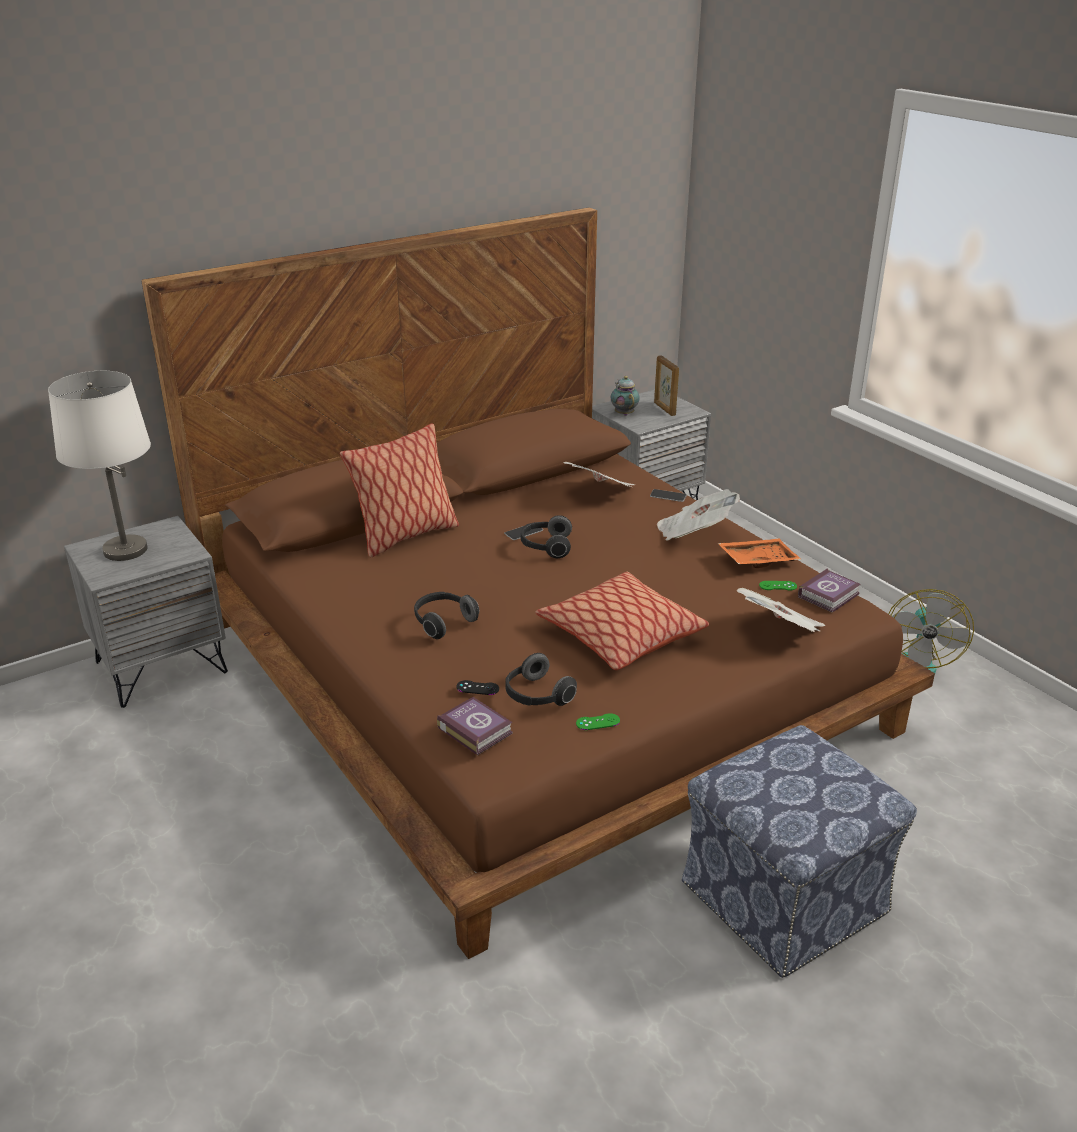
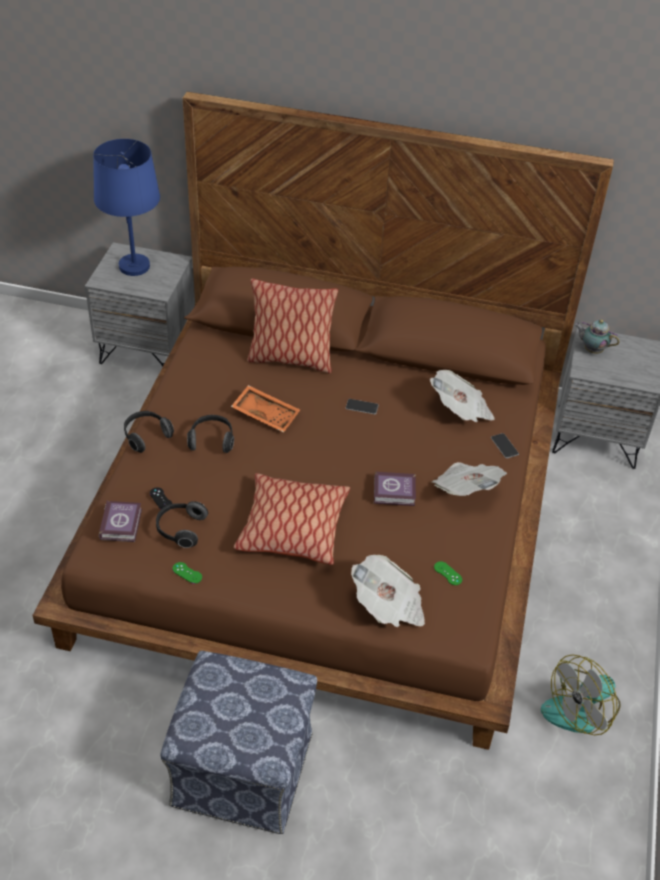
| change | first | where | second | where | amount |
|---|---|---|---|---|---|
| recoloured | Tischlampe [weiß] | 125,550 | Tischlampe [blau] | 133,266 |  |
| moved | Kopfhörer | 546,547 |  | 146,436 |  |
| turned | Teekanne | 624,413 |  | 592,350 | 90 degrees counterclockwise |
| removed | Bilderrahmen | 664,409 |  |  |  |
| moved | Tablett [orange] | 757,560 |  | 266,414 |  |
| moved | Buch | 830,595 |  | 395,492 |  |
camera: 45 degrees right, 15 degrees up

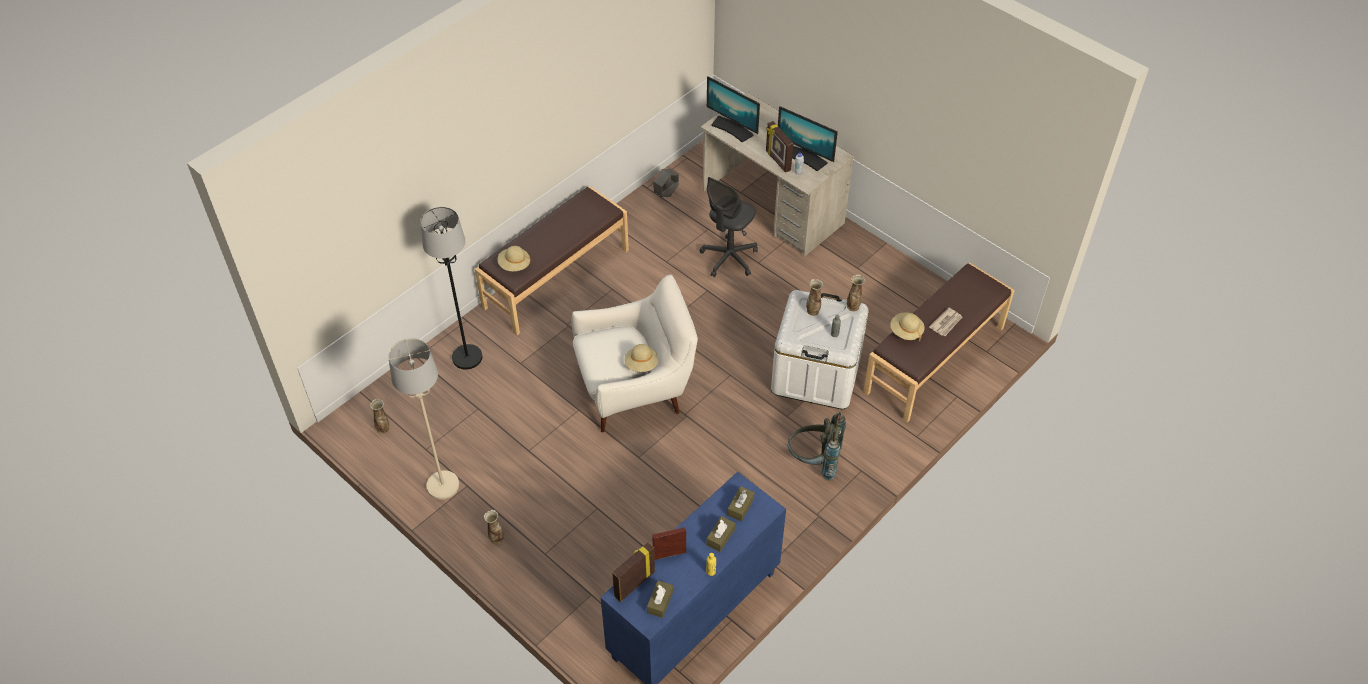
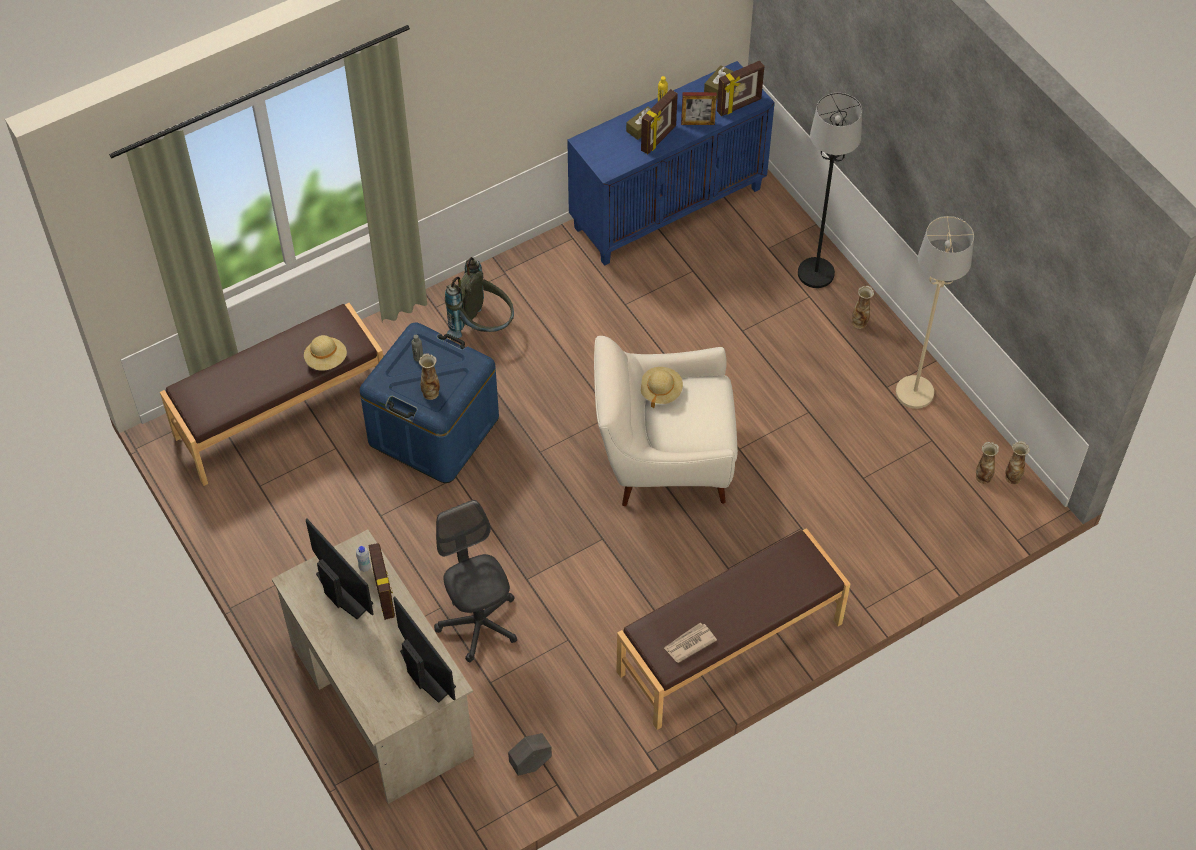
| change | first | where | second | where | amount |
|---|---|---|---|---|---|
| moved | Stehlampe [schwarz] | 467,357 |  | 816,274 |  |
| removed | Hut [beige] | 514,265 |  |  |  |
| turned | Bürostuhl [grau] | 729,258 |  | 478,623 | 75 degrees counterclockwise |
| removed | Taschentuchbox [braun] | 740,507 |  |  |  |
| recoloured | Aufbewahrungsbox [weiß] | 816,373 | Aufbewahrungsbox [blau] | 434,430 |  |
| moved | Vase | 853,307 |  | 1012,477 |  |
| moved | Zeitung | 946,323 |  | 689,643 |  |
| added |  |  | Bilderrahmen | 659,139 |  |
camera: 165 degrees left, 5 degrees up

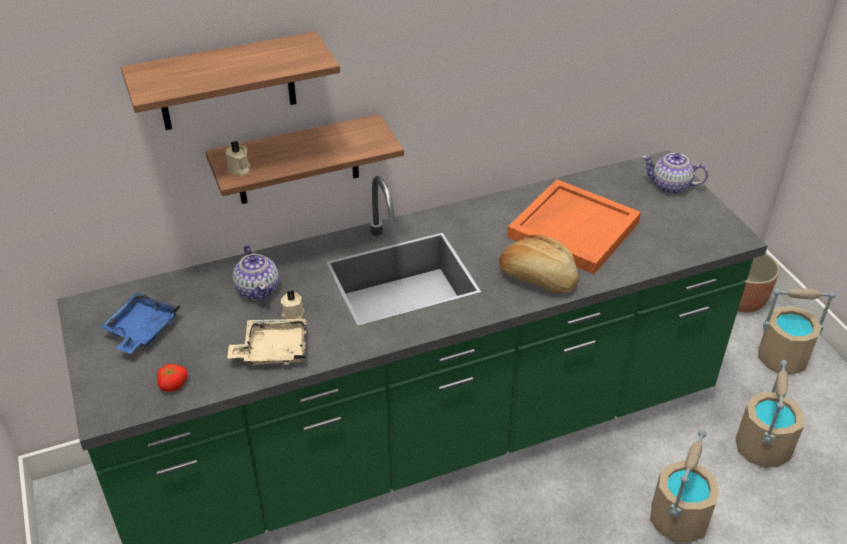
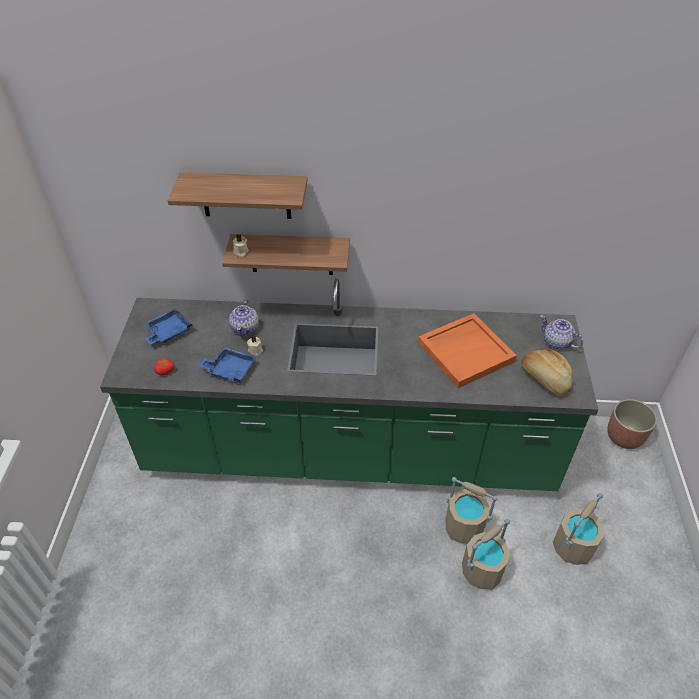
| change | first | where | second | where | amount |
|---|---|---|---|---|---|
| recoloured | Tablett [beige] | 273,350 | Tablett [blau] | 230,369 |  |
| moved | Brot | 538,278 |  | 544,379 |  |
| moved | Eimer [beige] | 782,358 |  | 464,527 |  |
camera: 25 degrees right, 5 degrees up

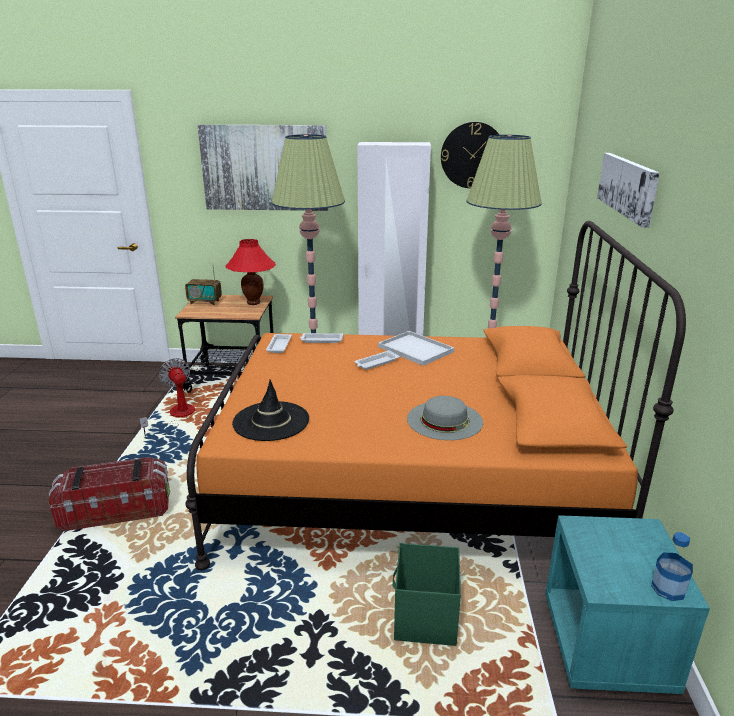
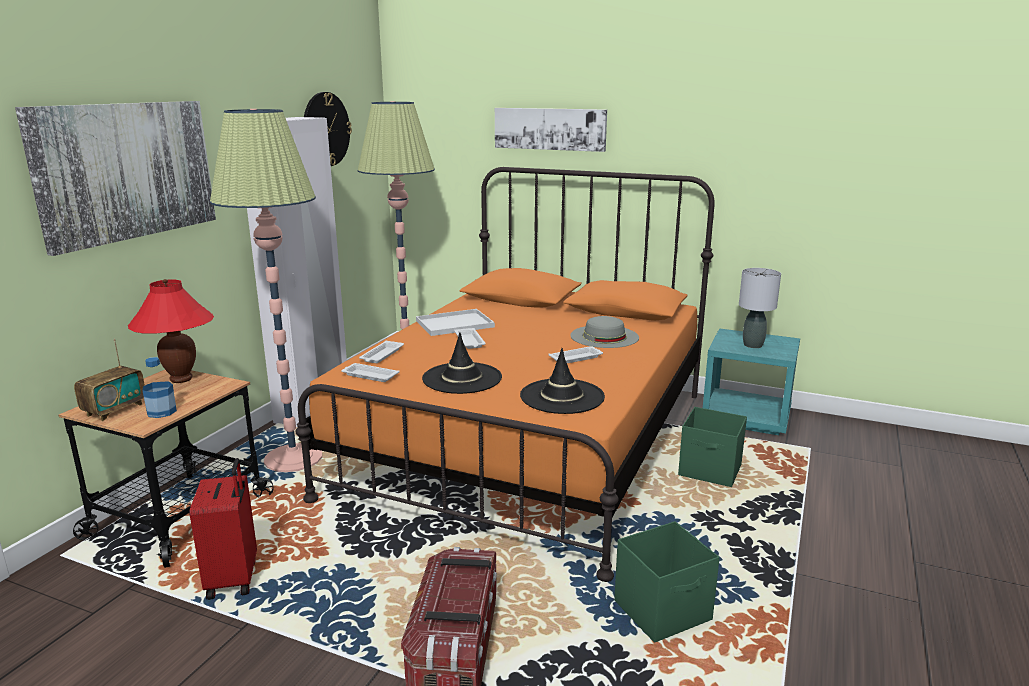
| change | first | where | second | where | amount |
|---|---|---|---|---|---|
| replaced | Ventilator | 176,416 | Koffer [rot] | 234,579 |  |
| moved | Flasche | 668,588 |  | 161,412 |  |
| added |  |  | Hut [schwarz] | 462,378 |  |
| added |  |  | Tablett [weiß] | 576,358 |  |
| added |  |  | Aufbewahrungsbox [grün] | 663,611 |  |
| added |  |  | Tischlampe [grau] | 752,345 |  |
camera: 70 degrees left, 5 degrees down

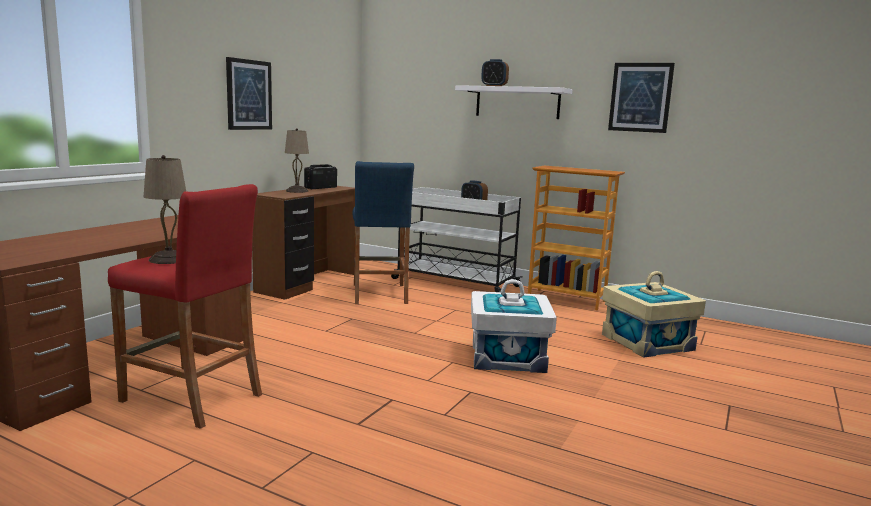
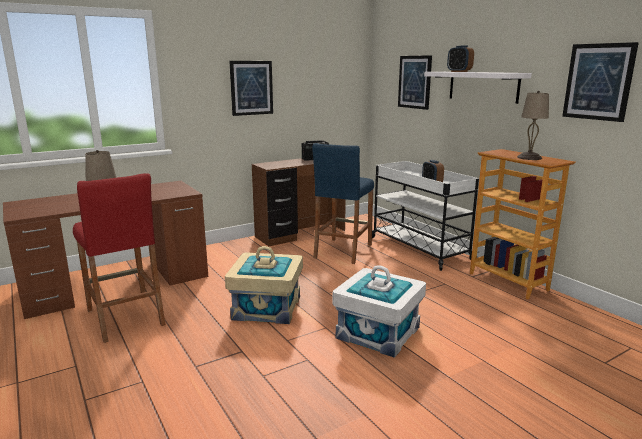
| change | first | where | second | where | amount |
|---|---|---|---|---|---|
| moved | Tischlampe [beige] | 297,191 |  | 529,158 |  |
| moved | Aufbewahrungsbox [beige] | 647,342 |  | 267,307 |  |
| added |  |  | Bild | 415,82 |  |
camera: 30 degrees right, 5 degrees up

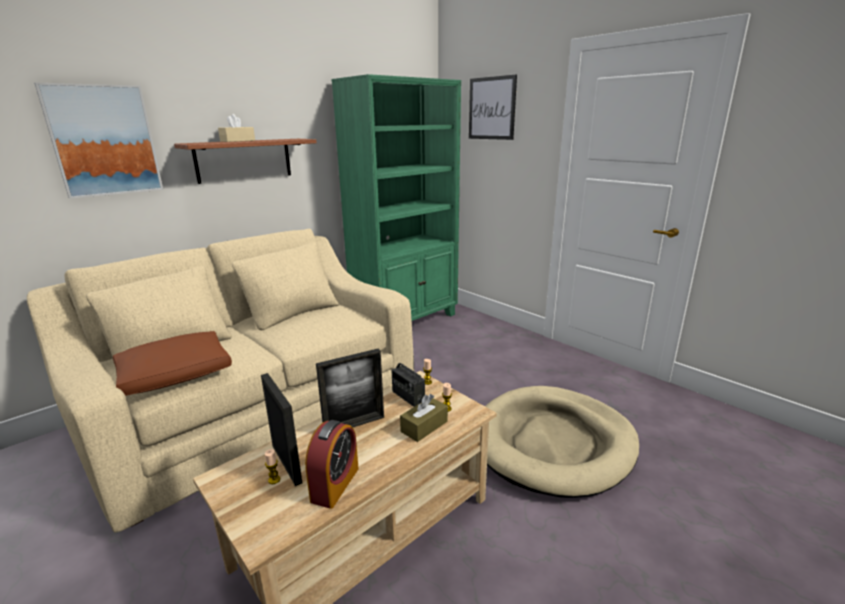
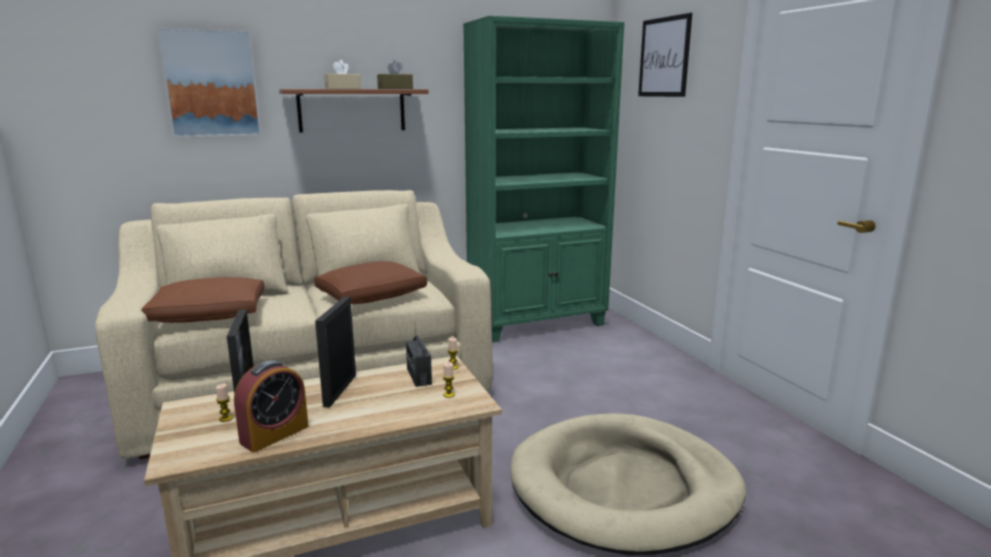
| change | first | where | second | where | amount |
|---|---|---|---|---|---|
| turned | Bilderrahmen | 354,425 |  | 340,390 | 105 degrees clockwise |
| moved | Taschentuchbox [braun] | 424,426 |  | 395,89 |  |
| added |  |  | Kissen [braun] | 372,296 |  |
camera: 20 degrees right, 5 degrees down

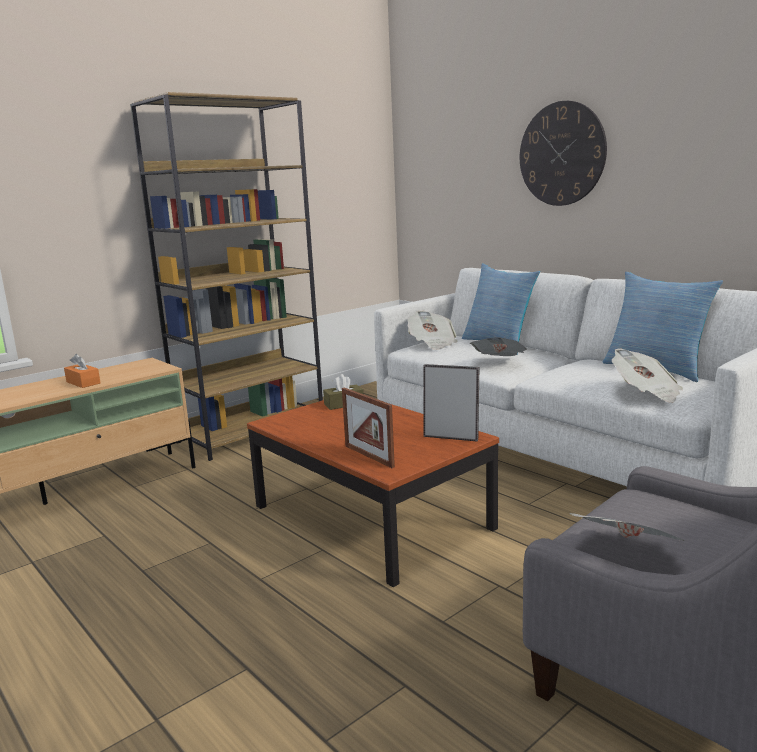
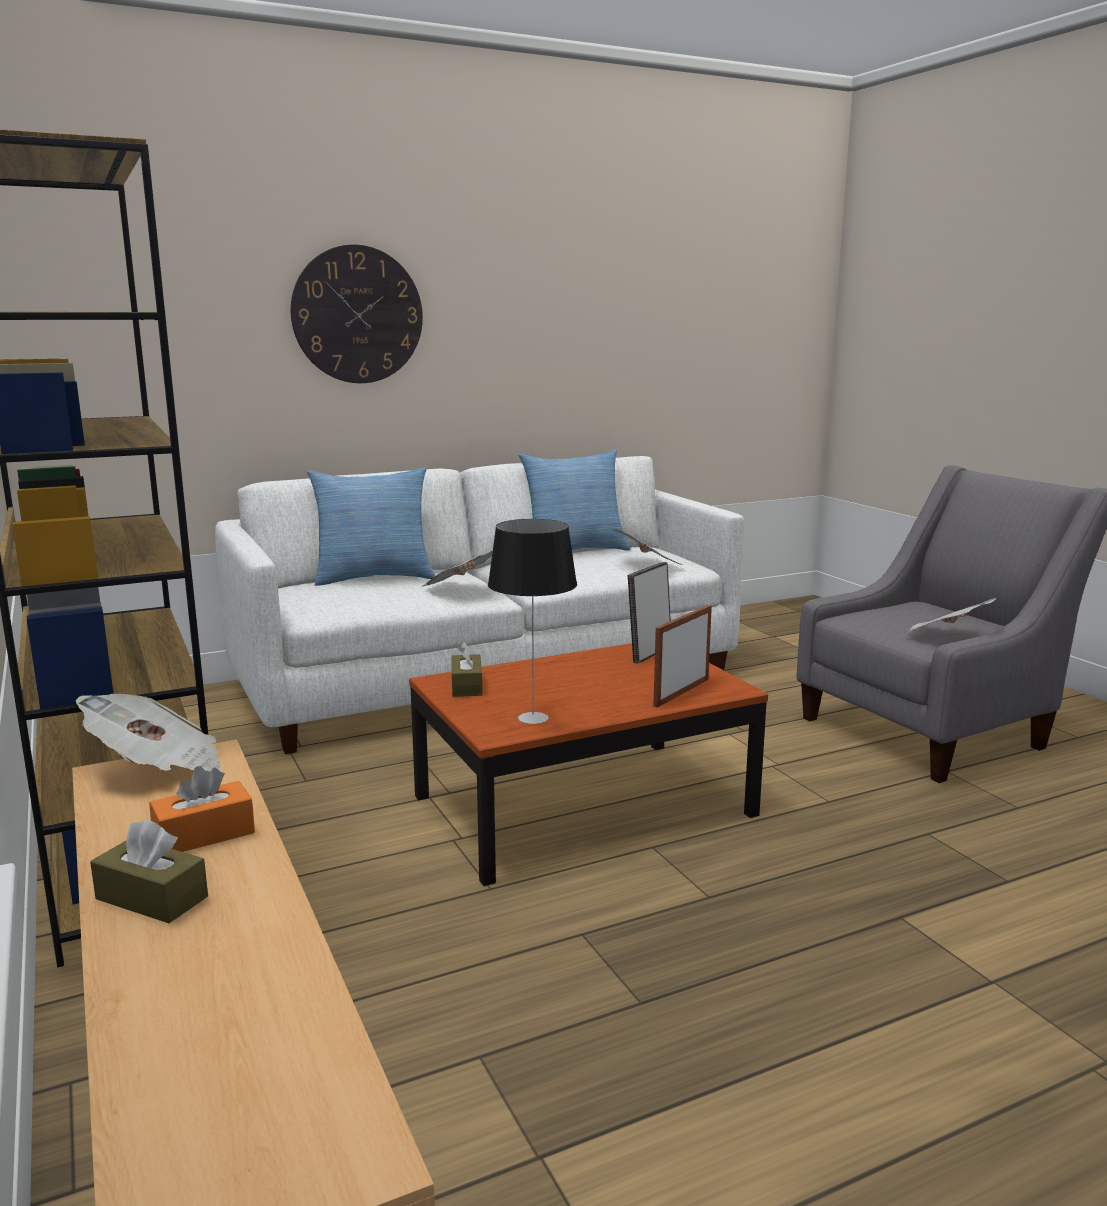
| change | first | where | second | where | amount |
|---|---|---|---|---|---|
| turned | Bilderrahmen | 369,456 |  | 681,692 | 150 degrees clockwise |
| moved | Zeitung | 432,343 |  | 159,767 |  |
| added |  |  | Taschentuchbox [braun] | 152,898 |  |
| added |  |  | Tischlampe | 534,718 |  |
camera: 75 degrees left, 0 degrees up

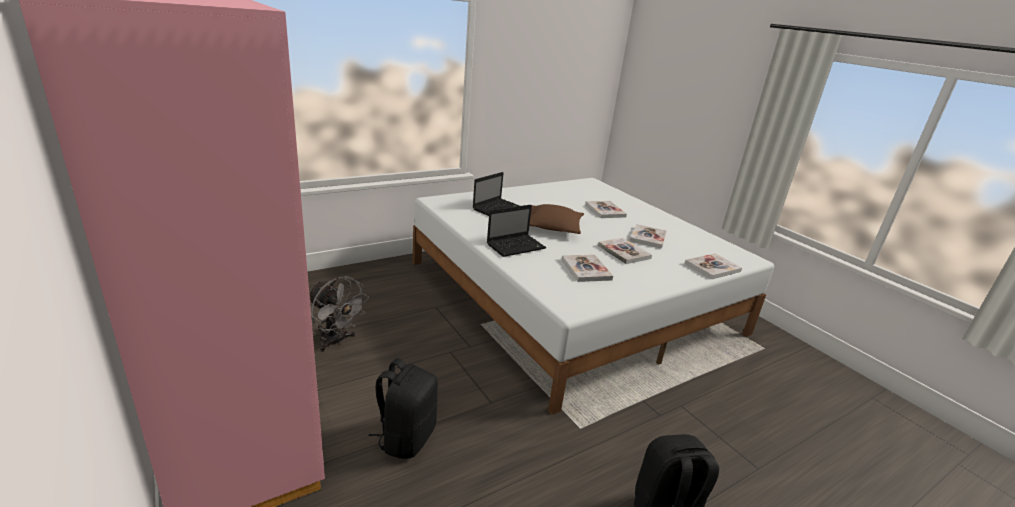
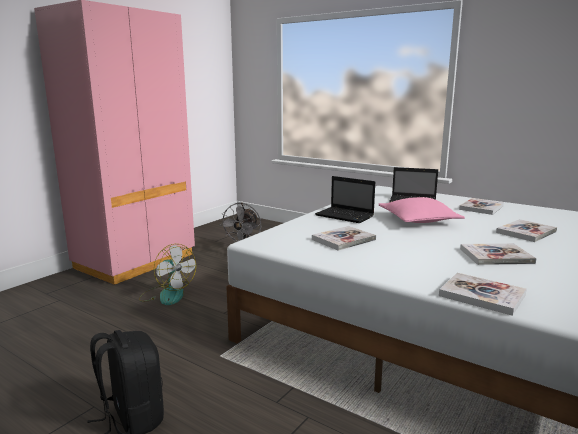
| change | first | where | second | where | amount |
|---|---|---|---|---|---|
| replaced | Rucksack [schwarz] | 406,437 | Ventilator | 167,294 |  |
| recoloured | Kissen [braun] | 552,227 | Kissen [rosa] | 418,220 |  |
| moved | Buch | 624,252 |  | 481,207 |  |
camera: 70 degrees right, 10 degrees down

